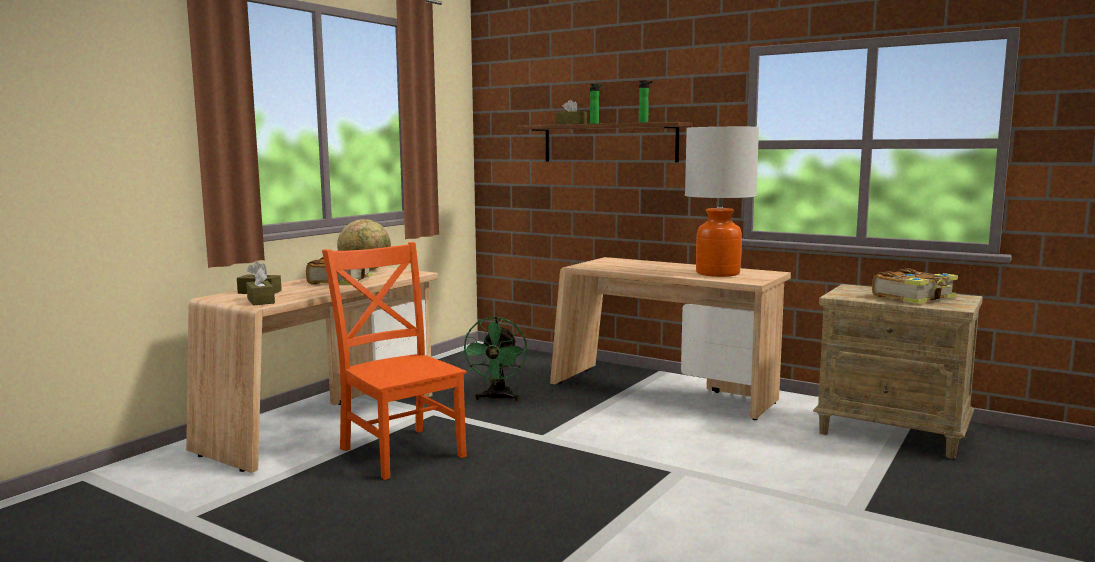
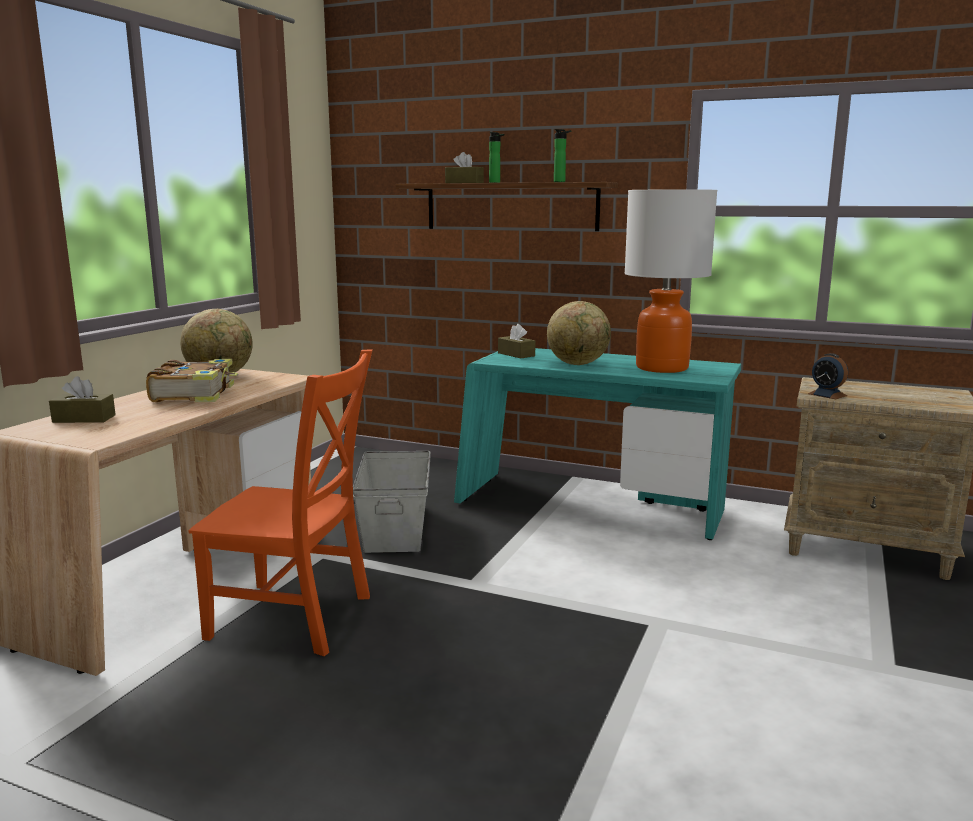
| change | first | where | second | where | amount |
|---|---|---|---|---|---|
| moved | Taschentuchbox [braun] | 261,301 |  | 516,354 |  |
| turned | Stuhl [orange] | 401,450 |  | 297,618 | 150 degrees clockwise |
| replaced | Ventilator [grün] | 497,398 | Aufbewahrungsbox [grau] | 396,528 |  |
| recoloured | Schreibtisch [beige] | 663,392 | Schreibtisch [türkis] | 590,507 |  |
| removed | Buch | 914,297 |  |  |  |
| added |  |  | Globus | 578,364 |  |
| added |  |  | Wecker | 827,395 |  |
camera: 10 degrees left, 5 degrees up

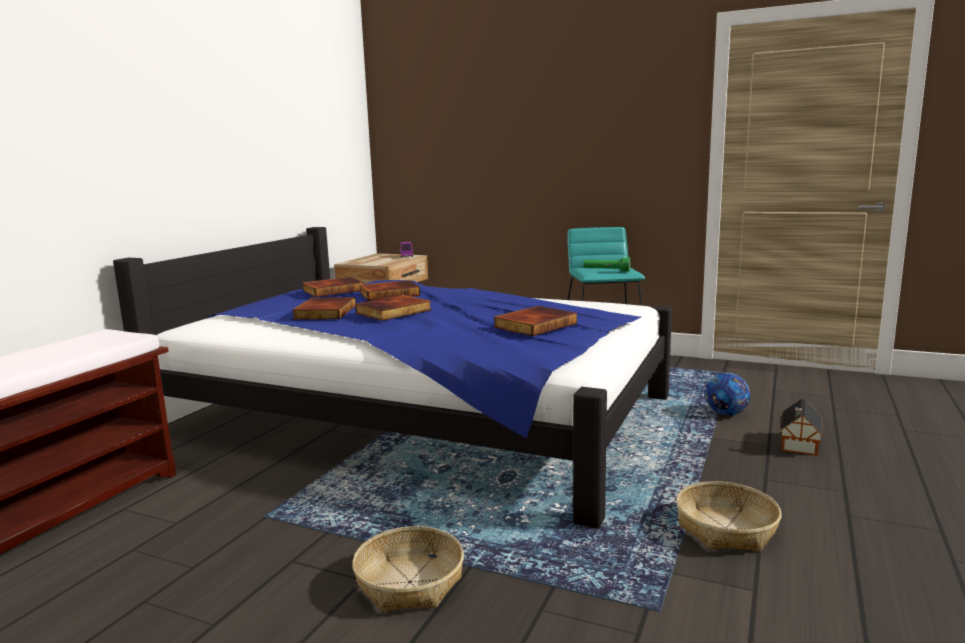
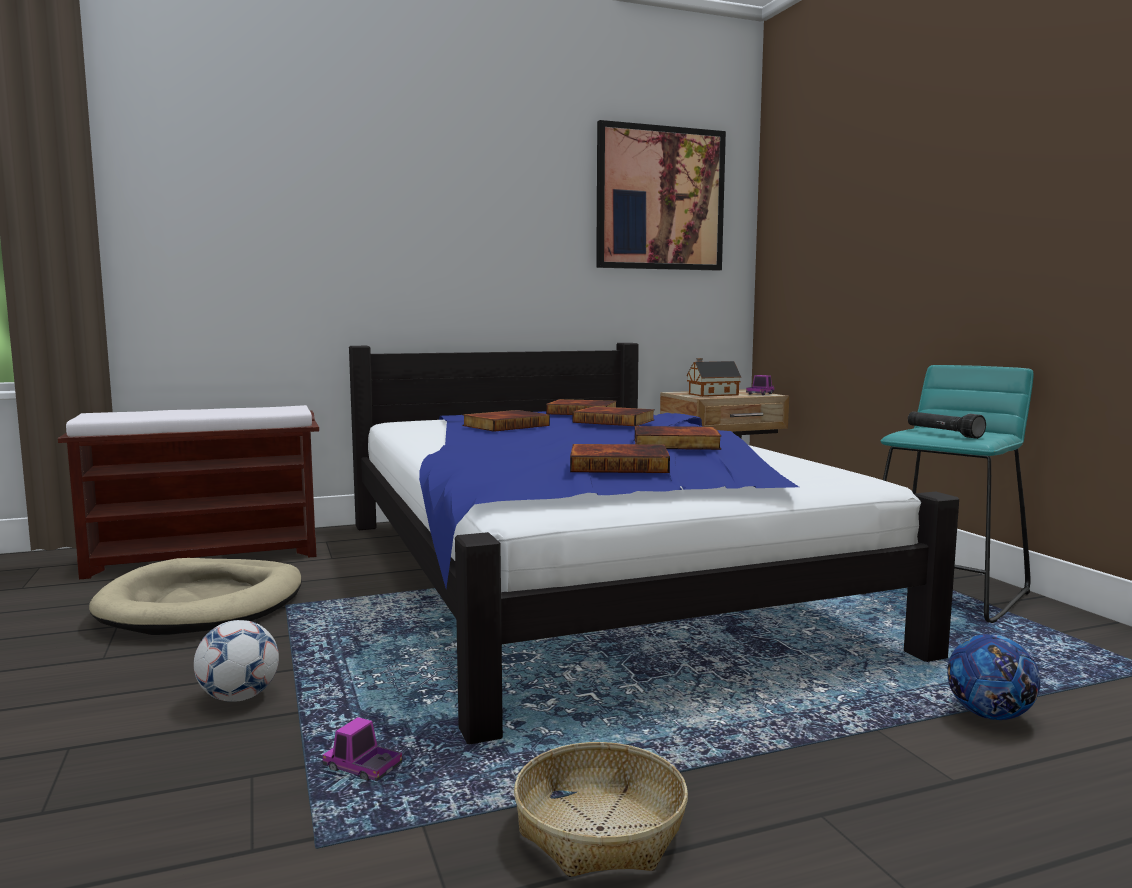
| change | first | where | second | where | amount |
|---|---|---|---|---|---|
| replaced | Korb | 409,582 | Fußball | 239,697 |  |
| moved | Buch | 394,312 |  | 675,444 |  |
| recoloured | Taschenlampe [grün] | 606,271 | Taschenlampe [schwarz] | 943,433 |  |
| moved | Spielzeughaus | 799,444 |  | 711,394 |  |
| added |  |  | Hundebett [beige] | 203,604 |  |
| added |  |  | Spielzeuglaster | 362,768 |  |
| added |  |  | Bild | 660,199 |  |
camera: 45 degrees right, 5 degrees down

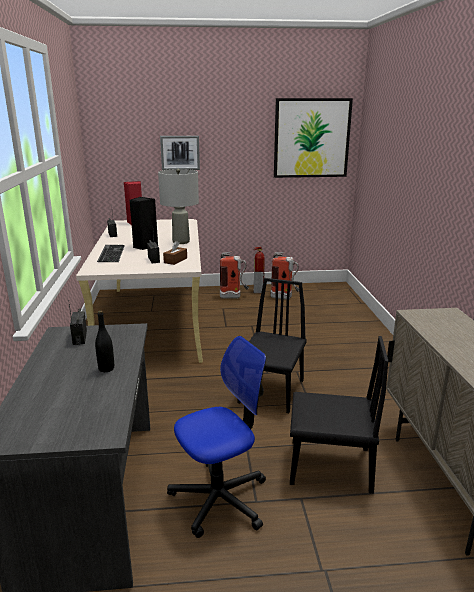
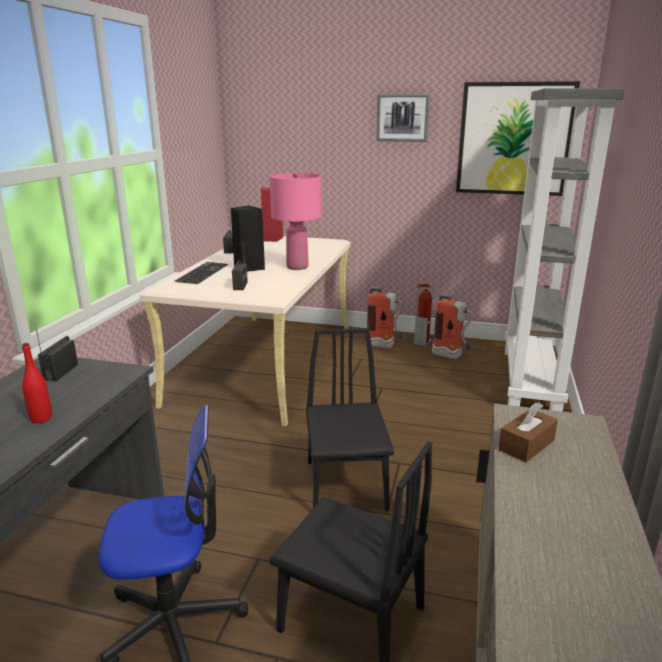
| change | first | where | second | where | amount |
|---|---|---|---|---|---|
| recoloured | Flasche [schwarz] | 106,368 | Flasche [rot] | 41,418 |  |
| recoloured | Tischlampe [grau] | 180,242 | Tischlampe [rosa] | 297,267 |  |
| moved | Bild | 180,153 |  | 402,117 |  |
| moved | Taschentuchbox [braun] | 175,260 |  | 526,445 |  |
| turned | Stuhl [schwarz] | 271,391 |  | 346,484 | 45 degrees counterclockwise |
| added |  |  | Bücherregal [grau] | 531,380 |  |
camera: 20 degrees right, 0 degrees up

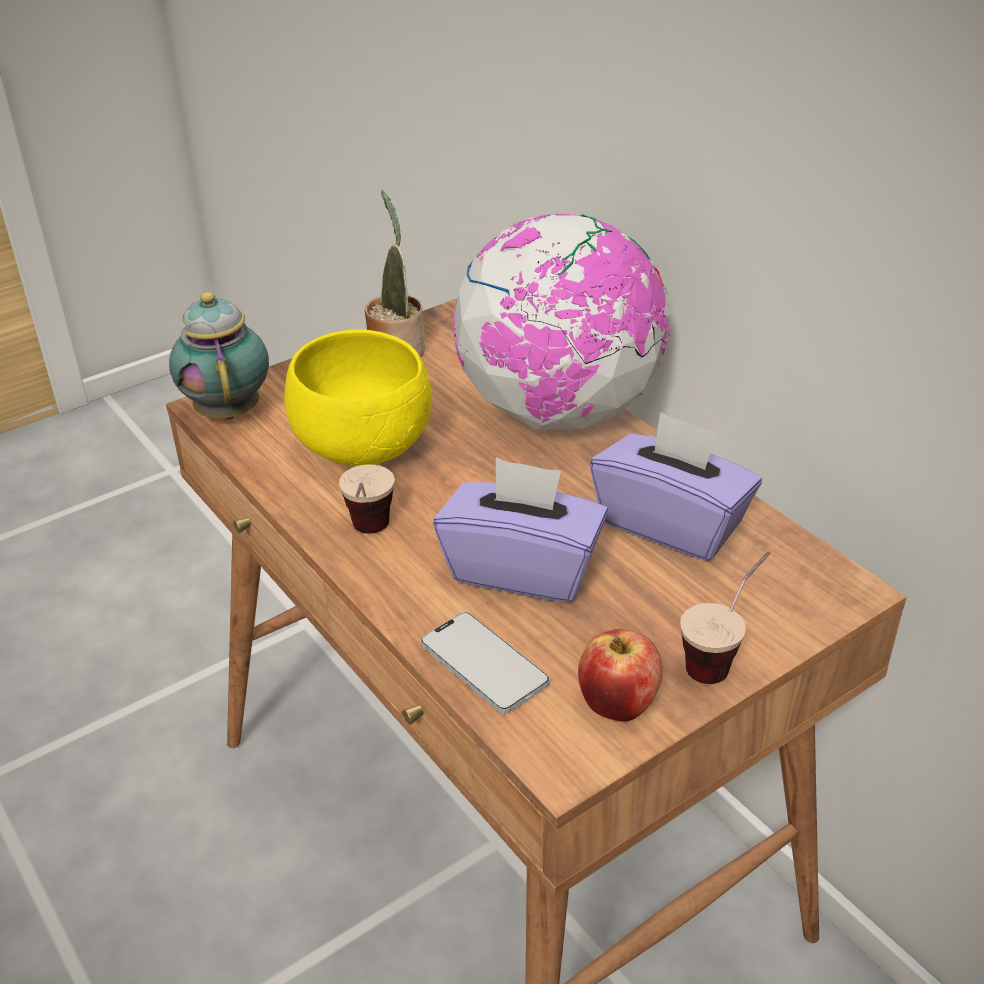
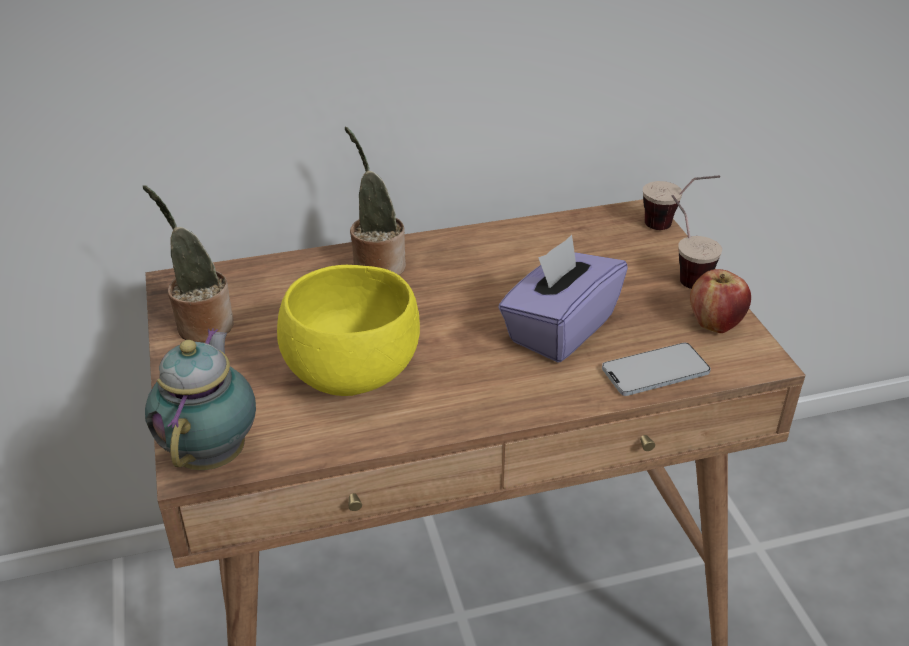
| change | first | where | second | where | amount |
|---|---|---|---|---|---|
| turned | Teekanne | 229,410 |  | 213,452 | 90 degrees clockwise |
| moved | Tasse | 369,537 |  | 673,227 |  |
| replaced | Globus | 559,413 | Topfpflanze | 376,265 |  |
| removed | Taschentuchbox [lila] | 672,523 |  |  |  |
camera: 70 degrees left, 0 degrees up

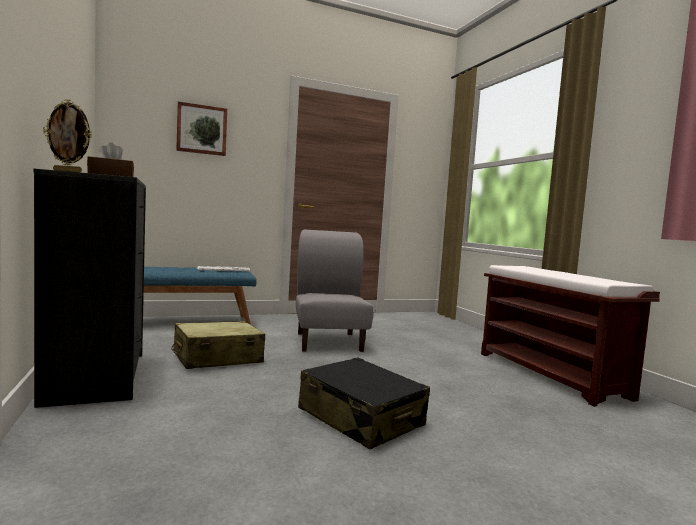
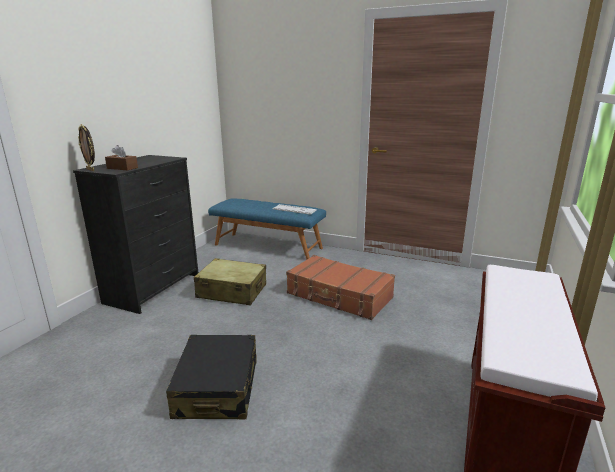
| change | first | where | second | where | amount |
|---|---|---|---|---|---|
| removed | Bild | 202,129 |  |  |  |
| replaced | Stuhl [grau] | 329,341 | Koffer [braun] | 339,296 |  |
camera: 45 degrees right, 15 degrees up

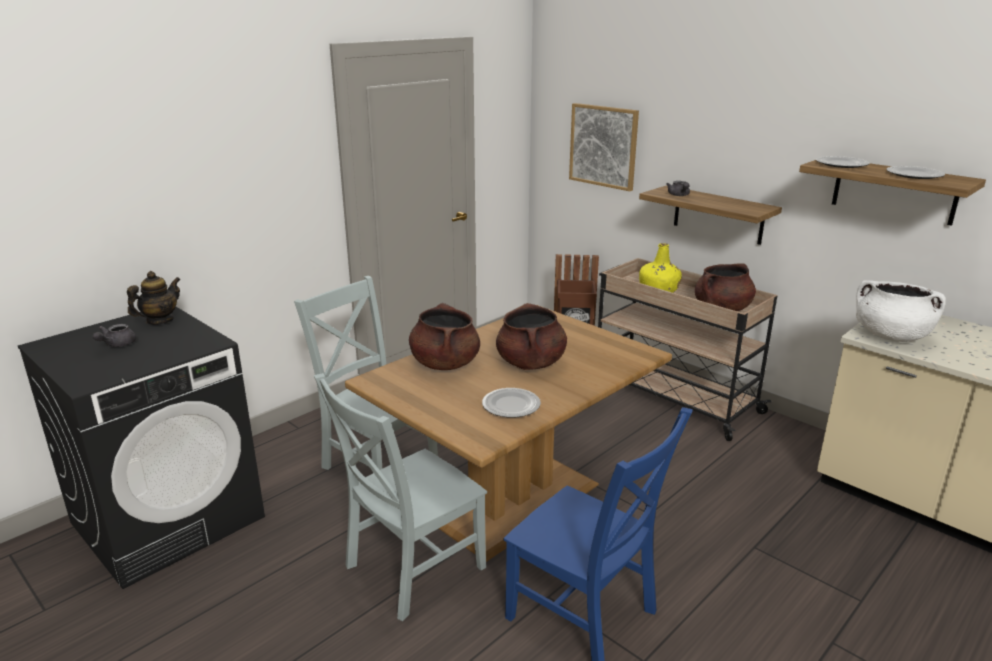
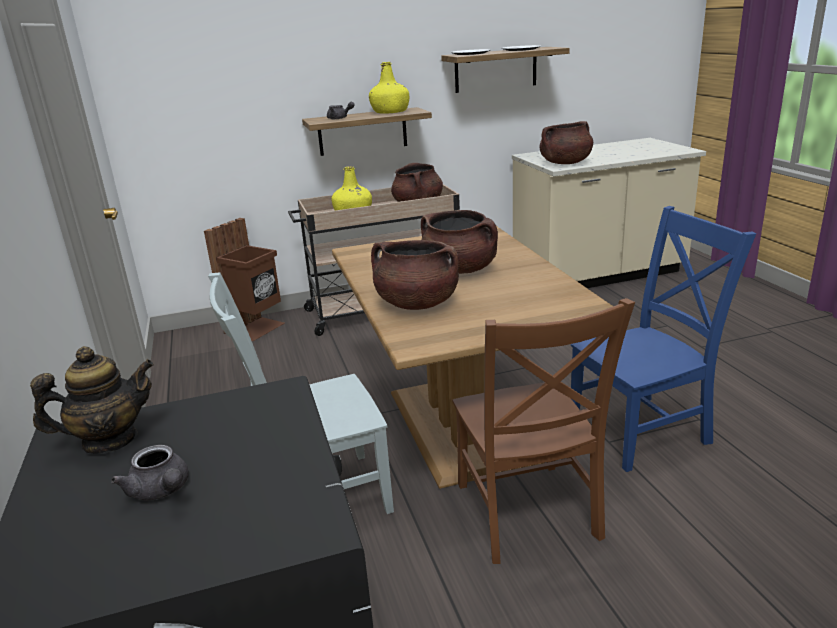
| change | first | where | second | where | amount |
|---|---|---|---|---|---|
| turned | Teekanne | 159,321 |  | 109,440 | 90 degrees clockwise |
| recoloured | Stuhl [grau] | 410,569 | Stuhl [braun] | 528,515 |  |
| removed | Teller | 512,405 |  |  |  |
| removed | Bild | 603,146 |  |  |  |
| recoloured | Kochtopf [weiß] | 891,336 | Kochtopf [braun] | 565,163 |  |
| added |  |  | Flasche [gelb] | 390,112 |  |
camera: 60 degrees left, 0 degrees up

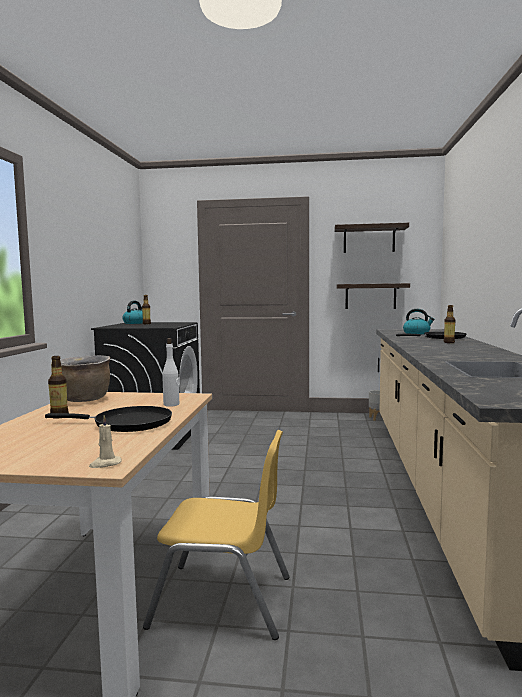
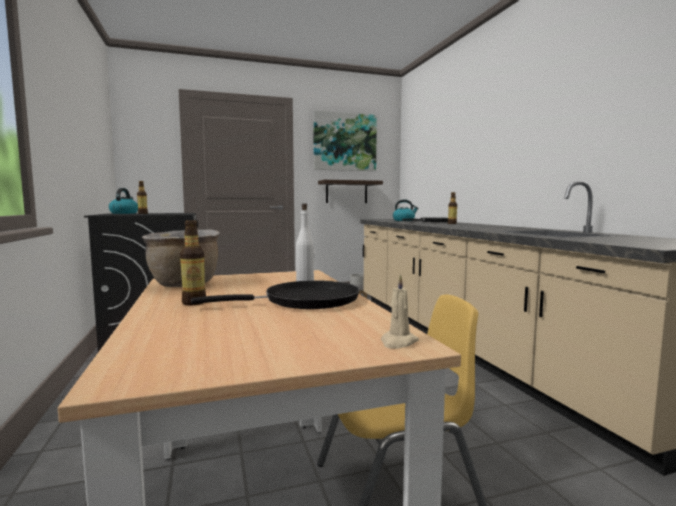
| change | first | where | second | where | amount |
|---|---|---|---|---|---|
| replaced | Wandregal | 369,239 | Bild | 344,142 |  |
camera: 25 degrees left, 0 degrees up

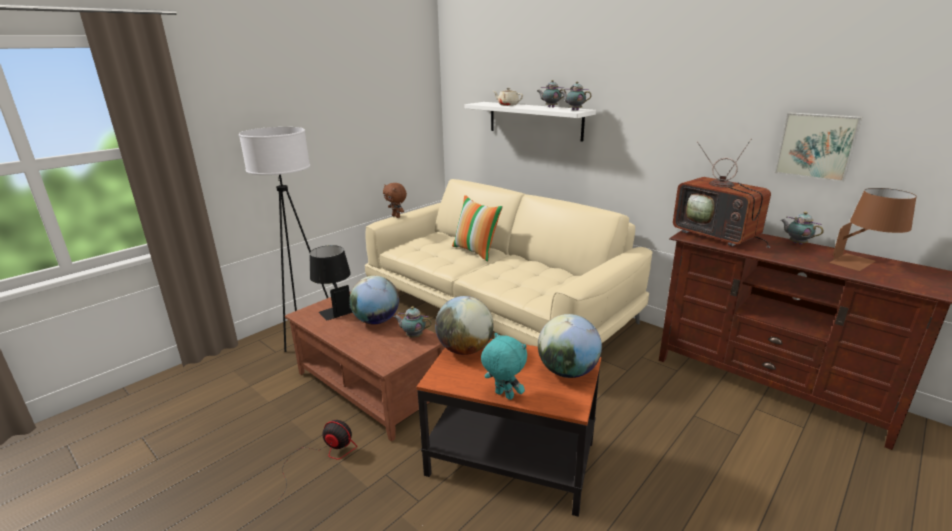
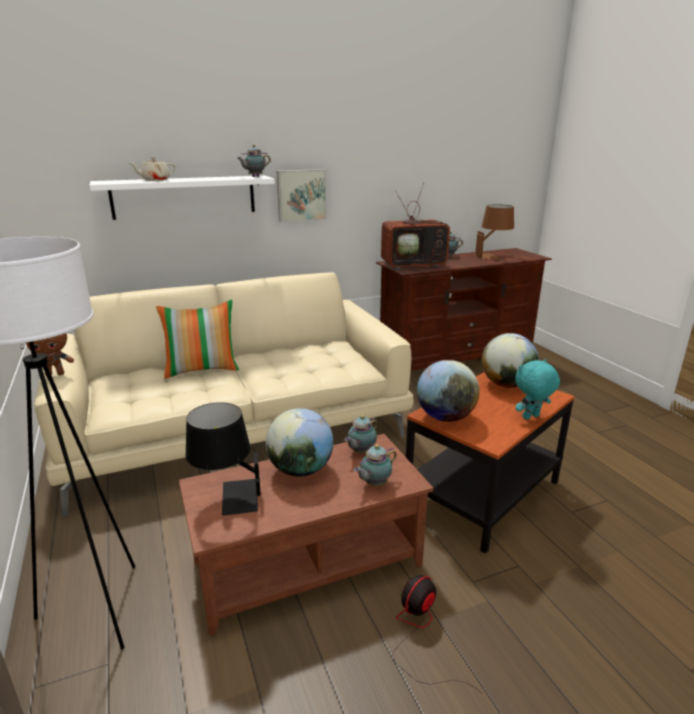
| change | first | where | second | where | amount |
|---|---|---|---|---|---|
| moved | Teekanne | 550,107 |  | 374,484 |  |
| moved | Bild | 816,145 |  | 301,195 |  |
camera: 65 degrees left, 0 degrees up

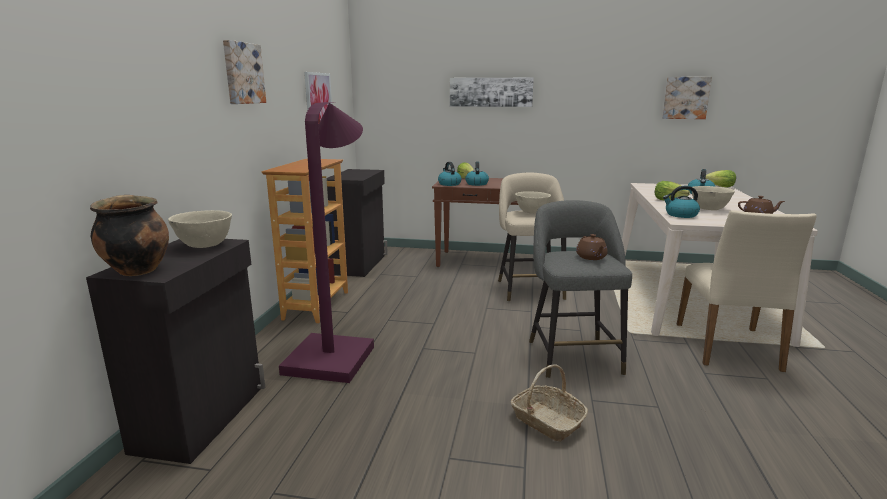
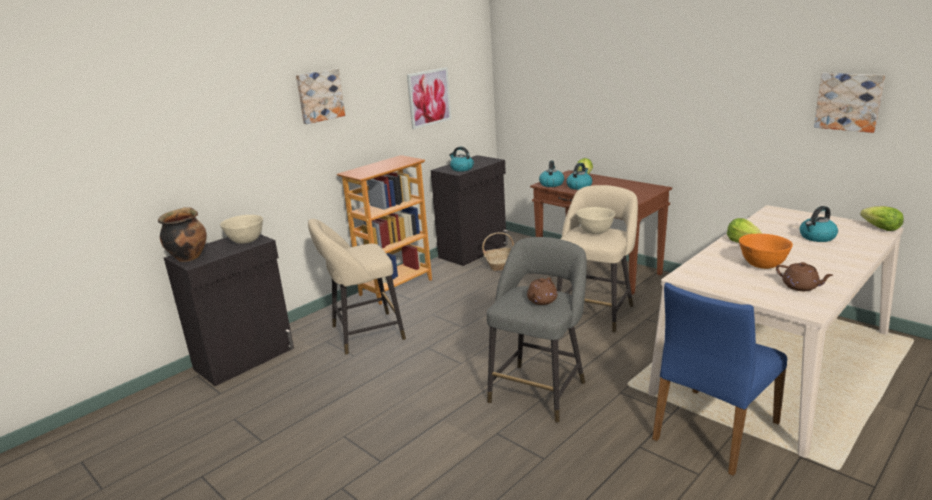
| change | first | where | second | where | amount |
|---|---|---|---|---|---|
| replaced | Stehlampe [lila] | 334,353 | Hocker [beige] | 363,334 |  |
| removed | Bild | 491,92 |  |  |  |
| moved | Korb | 547,421 |  | 500,264 |  |
| moved | Wasserkessel | 680,215 |  | 461,169 |  |
| recoloured | Stuhl [beige] | 728,347 | Stuhl [blau] | 713,431 |  |
| recoloured | Schüssel [beige] | 709,209 | Schüssel [orange] | 762,265 |  |
camera: 35 degrees right, 5 degrees up

